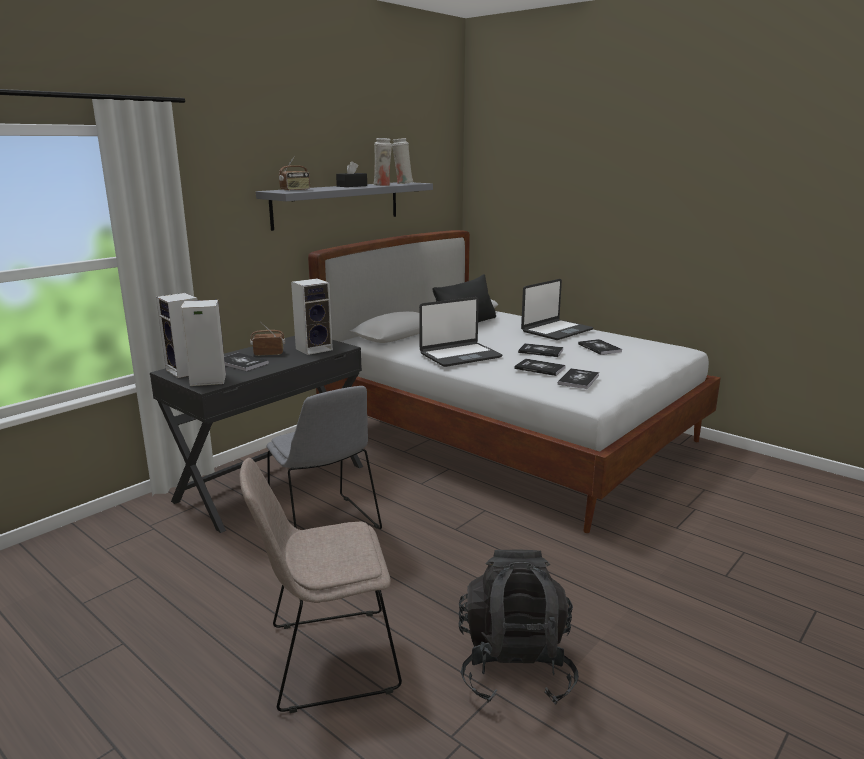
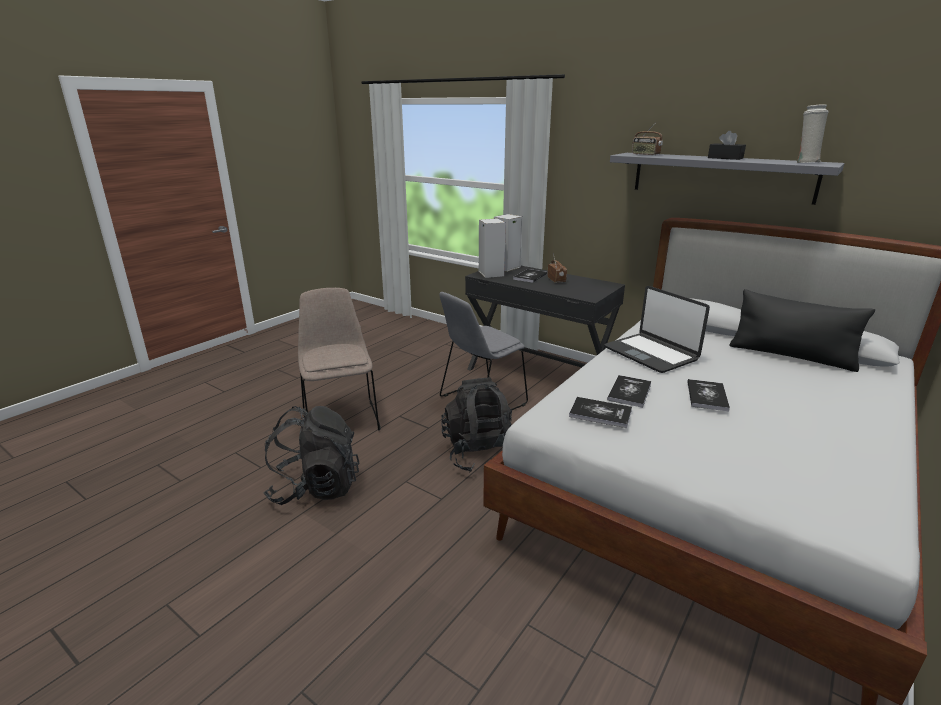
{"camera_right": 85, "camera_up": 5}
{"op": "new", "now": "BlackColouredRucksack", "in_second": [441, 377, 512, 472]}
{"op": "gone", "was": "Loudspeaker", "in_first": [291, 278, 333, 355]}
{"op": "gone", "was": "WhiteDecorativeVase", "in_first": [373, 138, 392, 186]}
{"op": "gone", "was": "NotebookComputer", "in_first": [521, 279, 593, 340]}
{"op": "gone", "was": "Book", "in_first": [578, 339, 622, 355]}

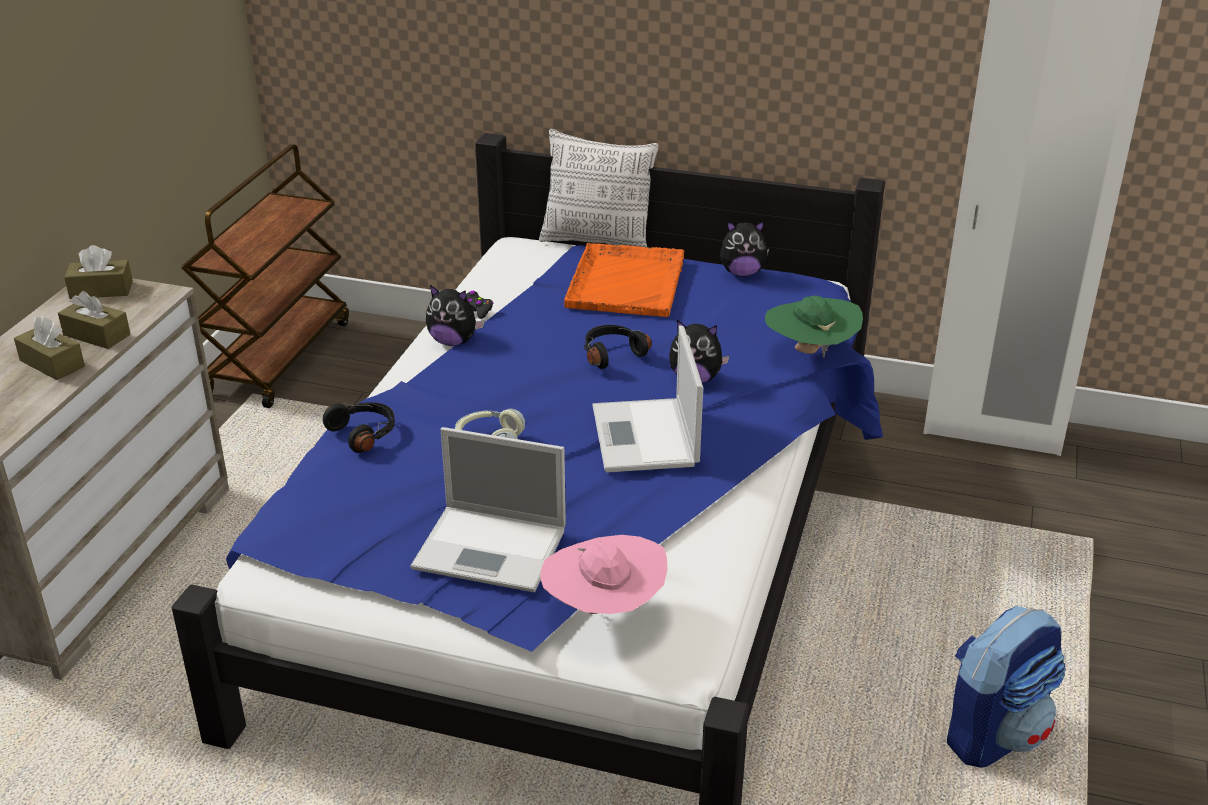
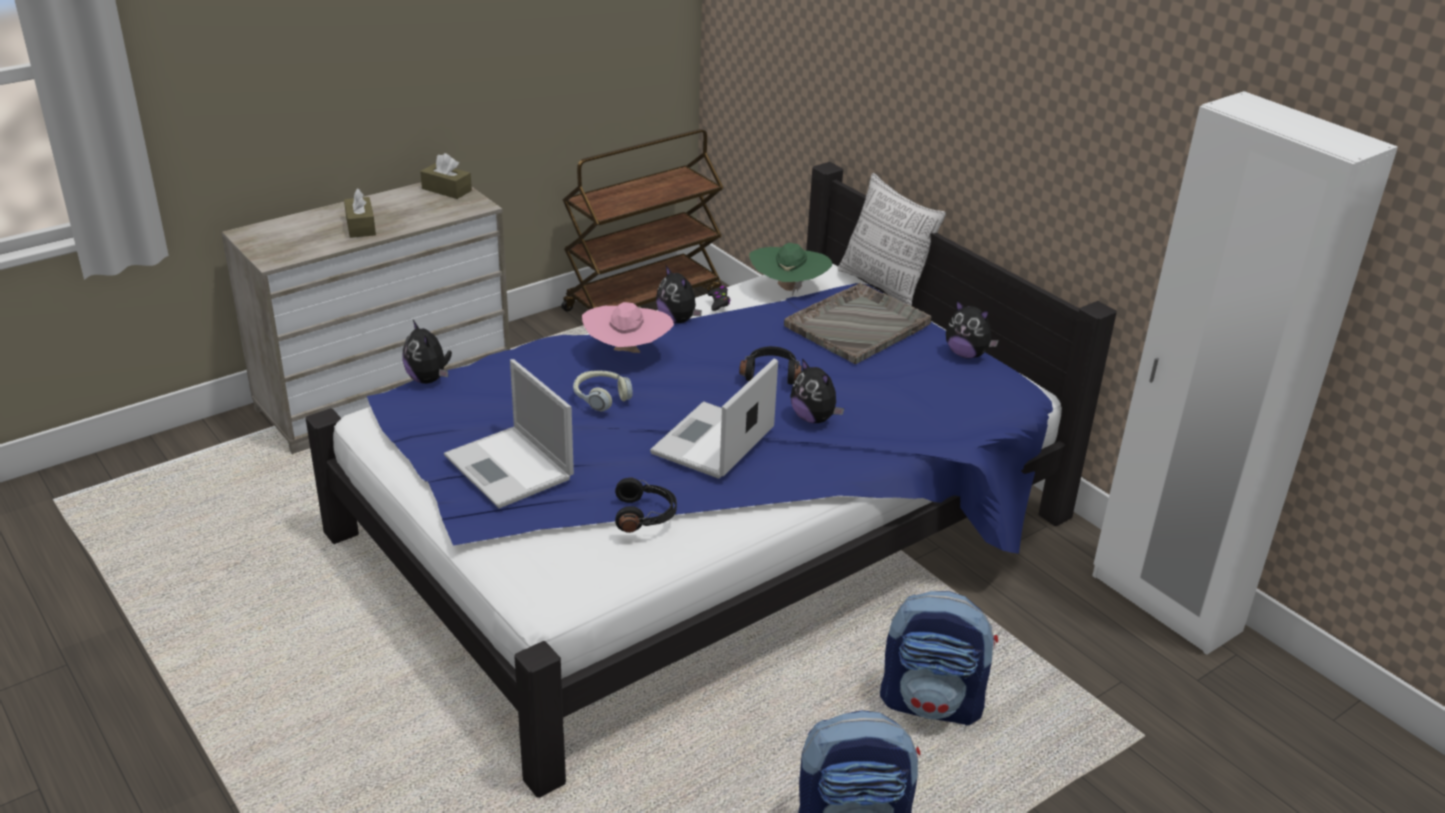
{"camera_right": 35, "camera_up": 0}
{"op": "new", "now": "PlushToy", "in_second": [402, 320, 452, 384]}
{"op": "shifted", "was": "PinkishHat", "in_first": [540, 535, 667, 614], "in_second": [582, 302, 674, 353]}
{"op": "shifted", "was": "BlackColouredHeadset", "in_first": [323, 402, 395, 453], "in_second": [615, 478, 677, 533]}
{"op": "shifted", "was": "GreenColouredHat", "in_first": [765, 295, 863, 358], "in_second": [749, 243, 832, 296]}
{"op": "repainted", "was": "OrangeColouredCarryingTray", "now": "GreyishCarryingTray", "in_first": [564, 243, 684, 317], "in_second": [784, 283, 931, 364]}
{"op": "new", "now": "Rucksack", "in_second": [880, 591, 998, 725]}
{"op": "gone", "was": "BrownColouredTissueBox", "in_first": [58, 291, 131, 349]}

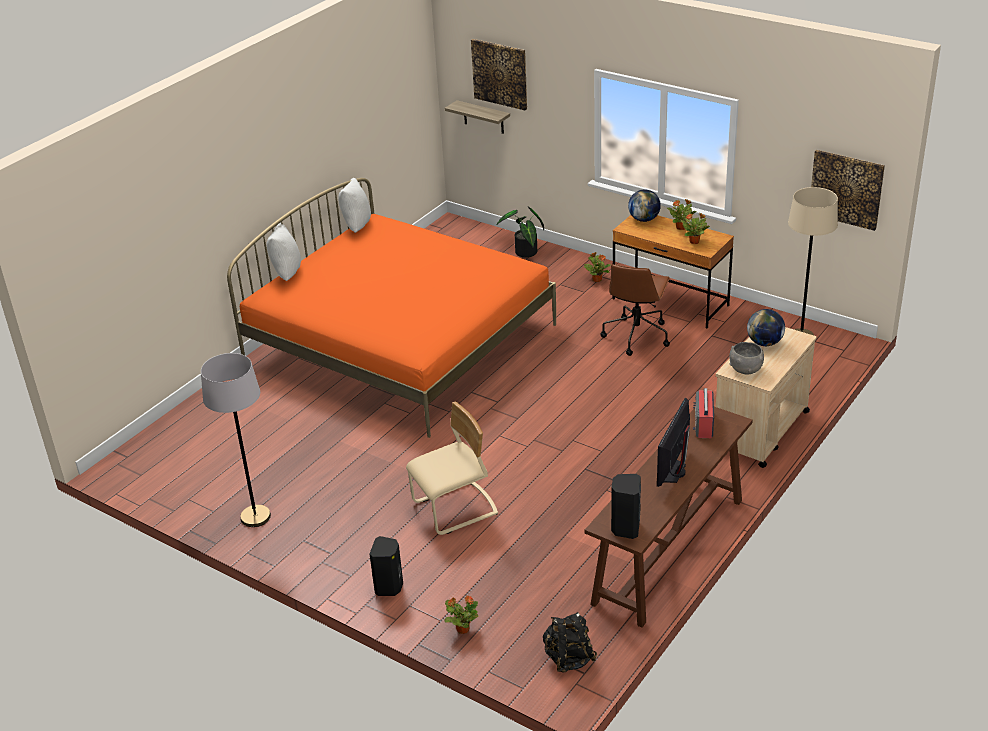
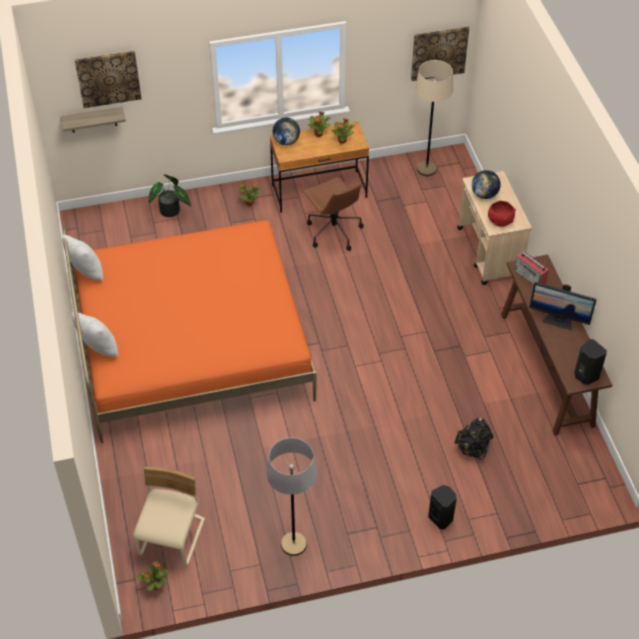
{"camera_right": -50, "camera_up": 15}
{"op": "shifted", "was": "BeigeColouredPlainChair", "in_first": [406, 401, 498, 535], "in_second": [133, 466, 205, 566]}
{"op": "shifted", "was": "PottedPlant", "in_first": [444, 595, 478, 634], "in_second": [137, 561, 169, 591]}
{"op": "shifted", "was": "BlackColouredRucksack", "in_first": [543, 612, 597, 672], "in_second": [455, 418, 494, 461]}
{"op": "repainted", "was": "GreyishBowl", "now": "ReddishBowl", "in_first": [729, 342, 764, 374], "in_second": [488, 200, 516, 227]}
{"op": "rotated", "was": "ComputerScreen", "in_first": [657, 398, 690, 487], "in_second": [529, 282, 596, 330], "clockwise": -45}

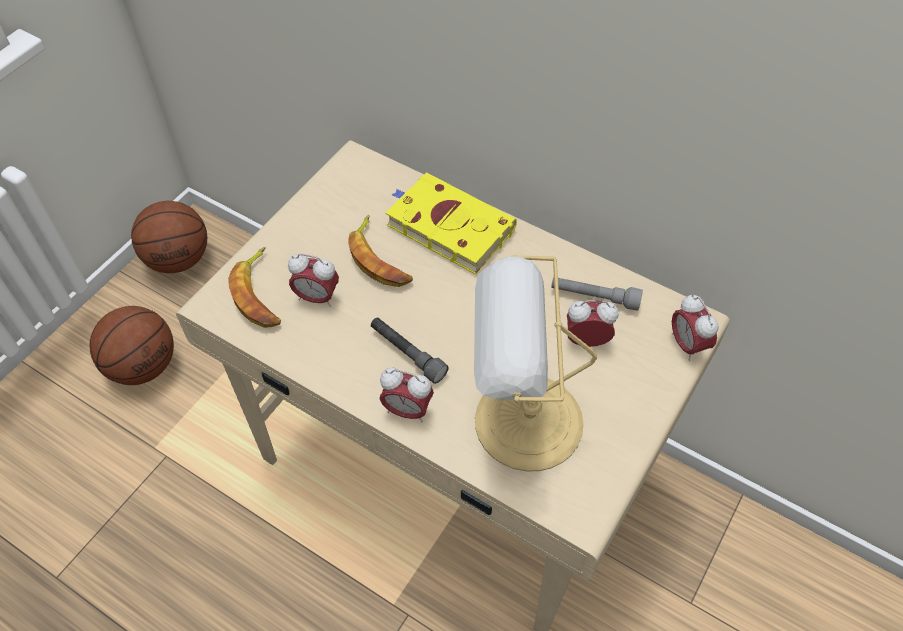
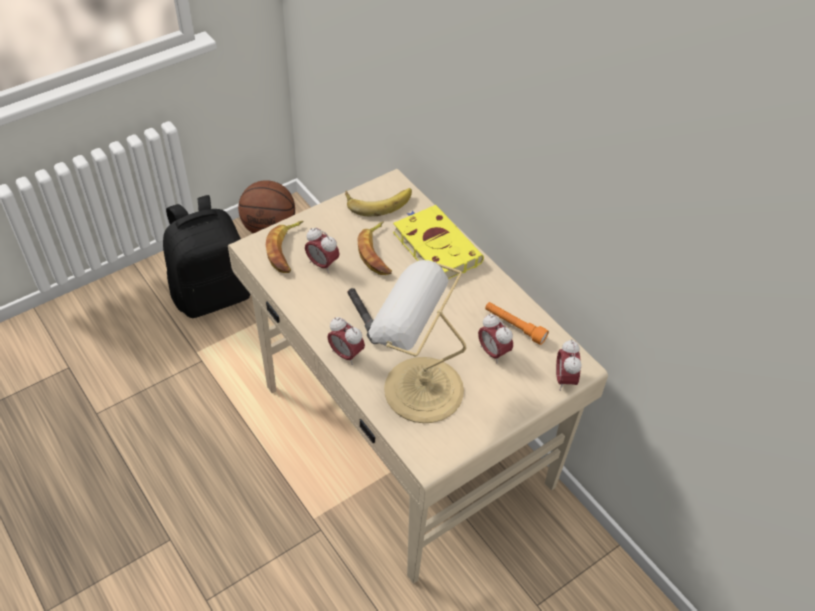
{"camera_right": 20, "camera_up": -5}
{"op": "swapped", "was": "Basketball", "now": "BlackColouredRucksack", "in_first": [90, 306, 174, 385], "in_second": [163, 195, 250, 318]}
{"op": "new", "now": "BananaFruit", "in_second": [345, 188, 412, 216]}
{"op": "rotated", "was": "TableClock", "in_first": [567, 300, 619, 347], "in_second": [478, 314, 513, 364], "clockwise": -150}
{"op": "repainted", "was": "GreyishFlashlight", "now": "OrangeColouredFlashlight", "in_first": [551, 277, 643, 311], "in_second": [485, 302, 549, 345]}

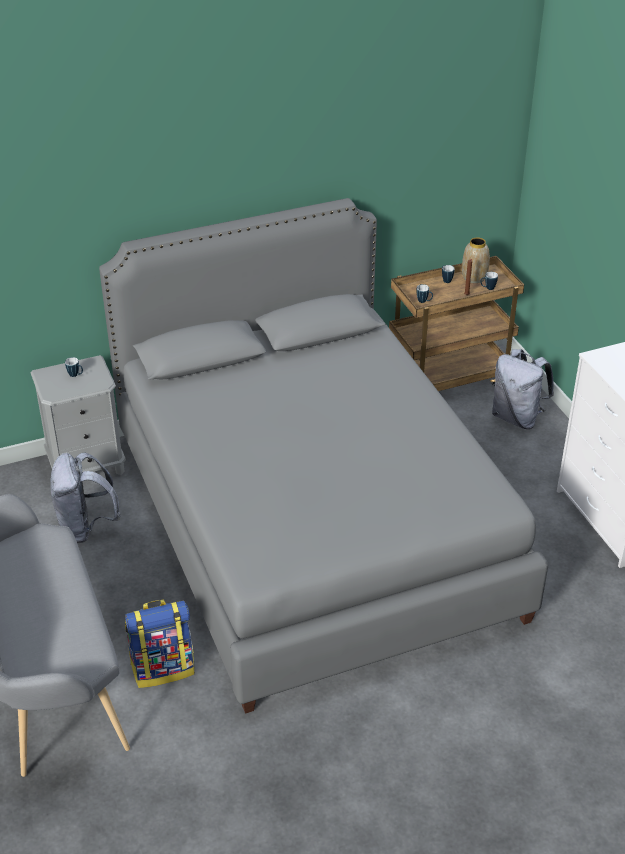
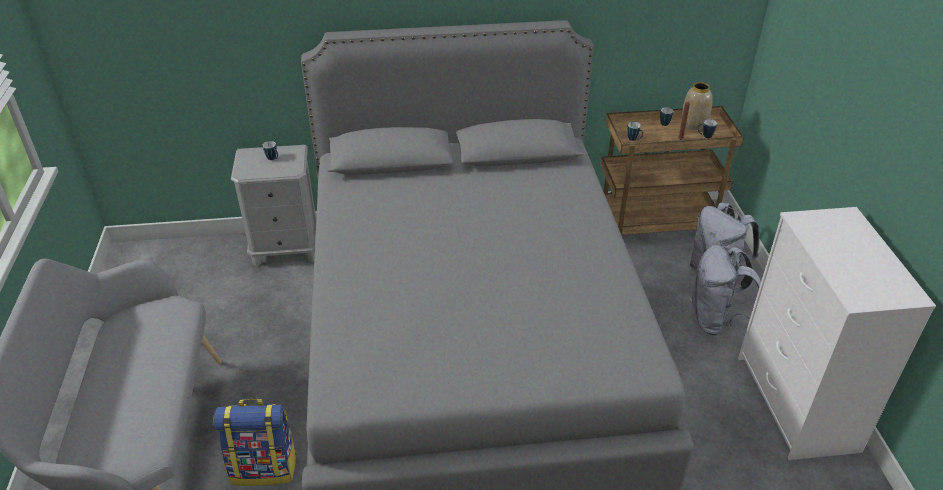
{"camera_right": 15, "camera_up": 0}
{"op": "shifted", "was": "GreyishRucksack", "in_first": [50, 453, 121, 543], "in_second": [690, 244, 761, 335]}

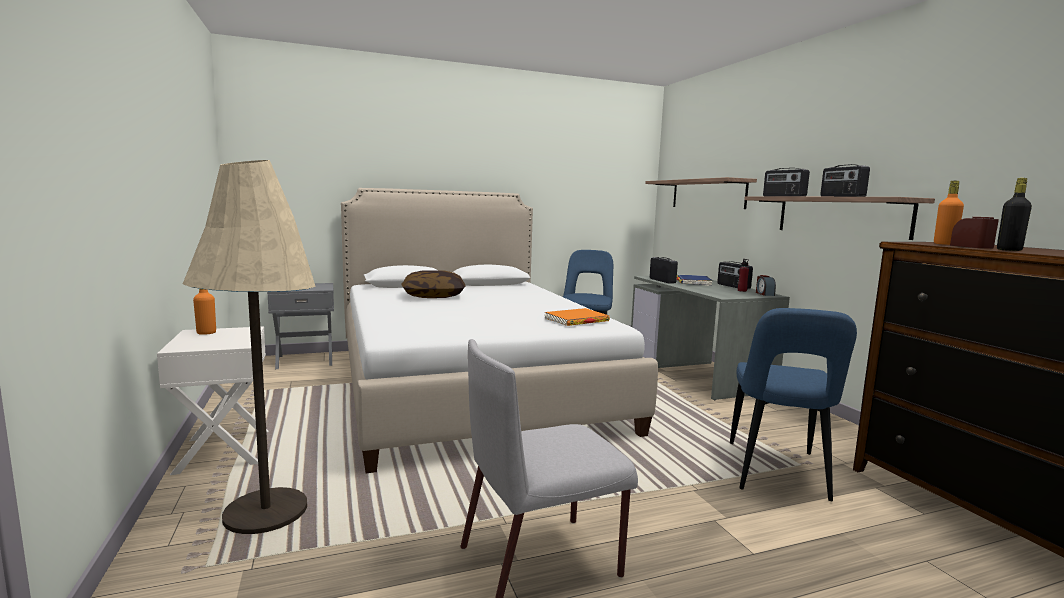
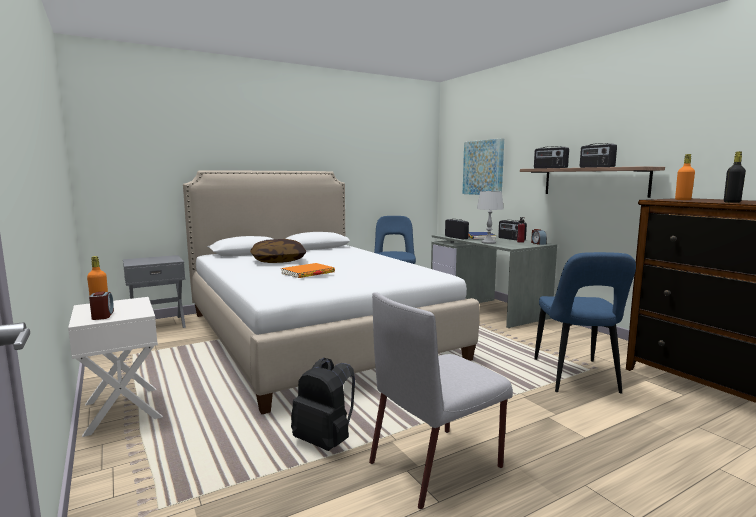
{"camera_right": -10, "camera_up": 0}
{"op": "shifted", "was": "TableClock", "in_first": [950, 217, 999, 249], "in_second": [89, 291, 114, 320]}
{"op": "shifted", "was": "OrangeColouredBook", "in_first": [545, 308, 610, 326], "in_second": [281, 263, 335, 278]}
{"op": "new", "now": "BlackColouredRucksack", "in_second": [291, 358, 355, 451]}
{"op": "swapped", "was": "BracketShelf", "now": "Picture", "in_first": [645, 177, 757, 209], "in_second": [463, 138, 504, 195]}
{"op": "new", "now": "GreyishTabletopLamp", "in_second": [477, 191, 504, 244]}
{"op": "gone", "was": "BeigeColouredStandardLamp", "in_first": [183, 160, 316, 534]}

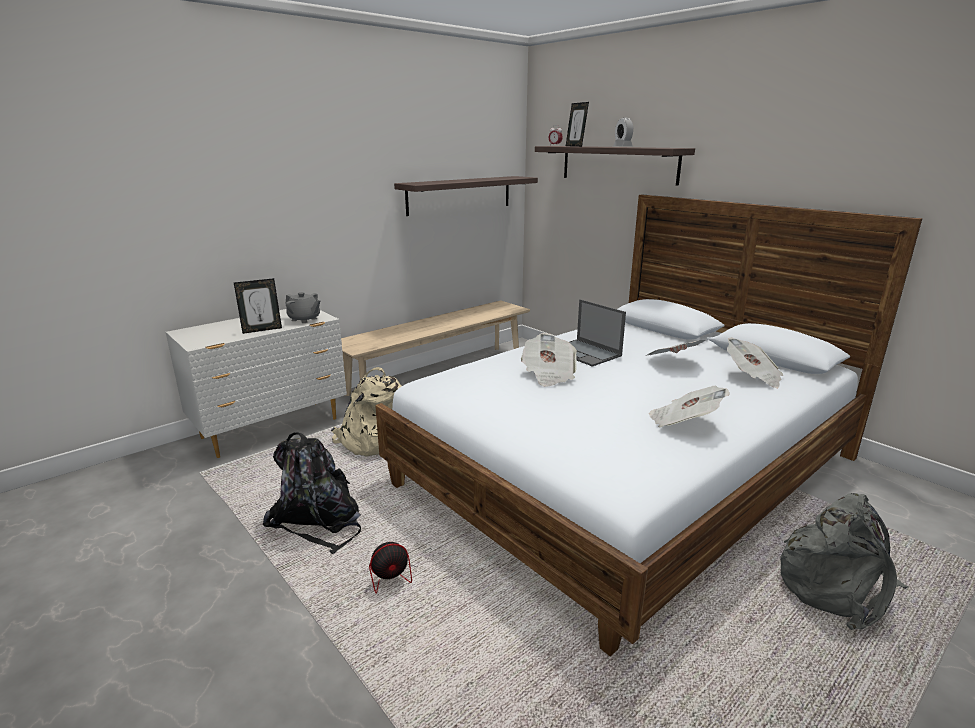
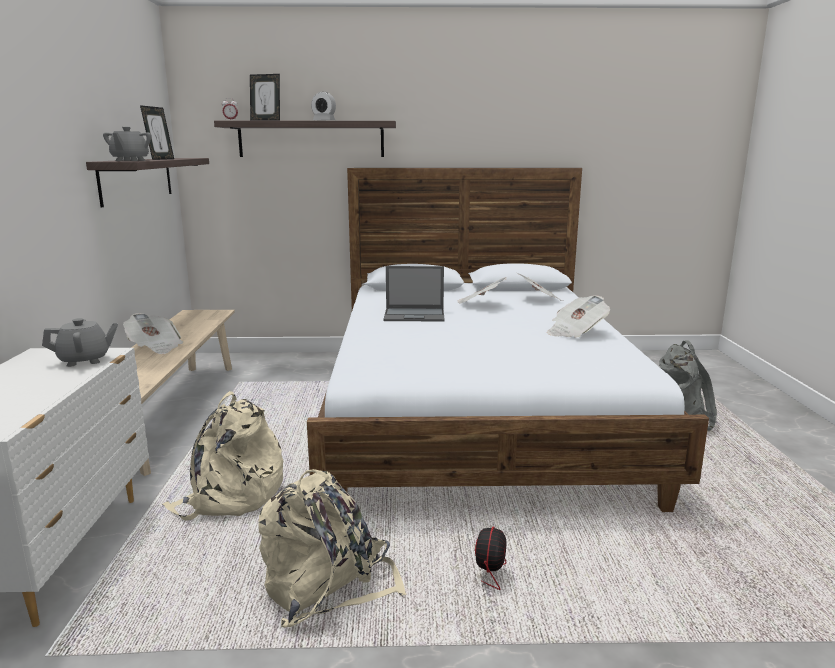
{"camera_right": -50, "camera_up": -5}
{"op": "new", "now": "GreyishTeaPot", "in_second": [103, 127, 152, 161]}
{"op": "shifted", "was": "DailyPaper", "in_first": [521, 333, 577, 387], "in_second": [123, 313, 183, 354]}
{"op": "shifted", "was": "PhotoFrame", "in_first": [234, 278, 282, 334], "in_second": [140, 105, 174, 160]}
{"op": "repainted", "was": "BlackColouredRucksack", "now": "BeigeColouredRucksack", "in_first": [263, 432, 361, 554], "in_second": [258, 469, 407, 628]}

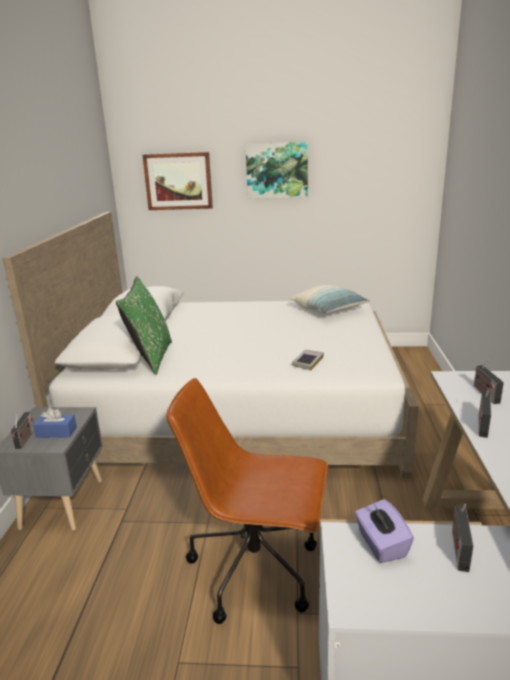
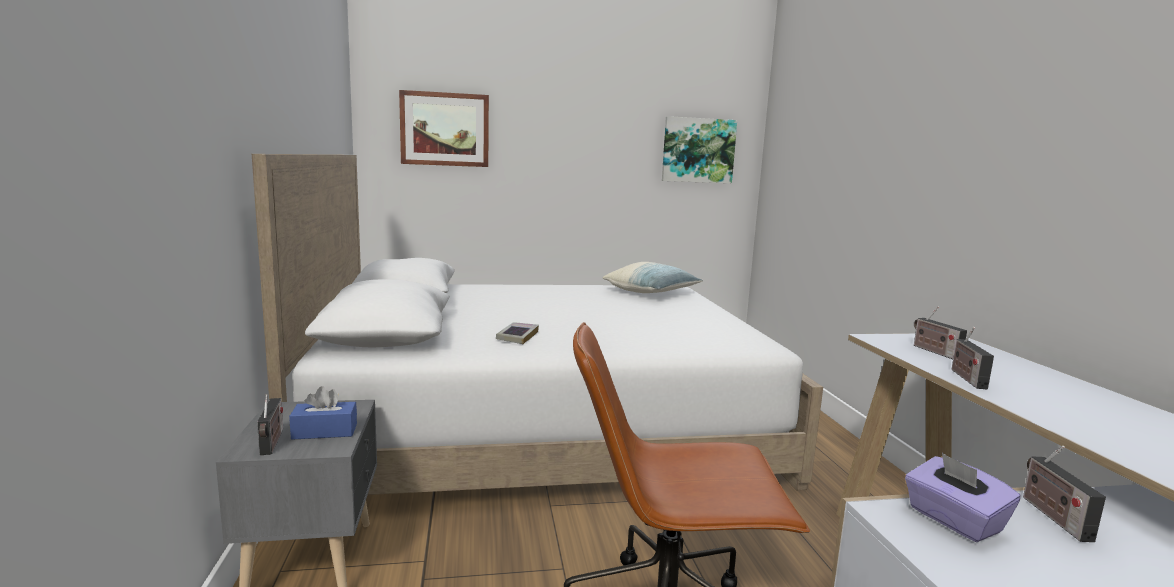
{"camera_right": -15, "camera_up": -10}
{"op": "shifted", "was": "Book", "in_first": [292, 350, 324, 370], "in_second": [496, 322, 539, 344]}
{"op": "shifted", "was": "Picture", "in_first": [246, 142, 308, 199], "in_second": [662, 116, 737, 183]}
{"op": "gone", "was": "GreenColouredPillow", "in_first": [116, 276, 172, 375]}

